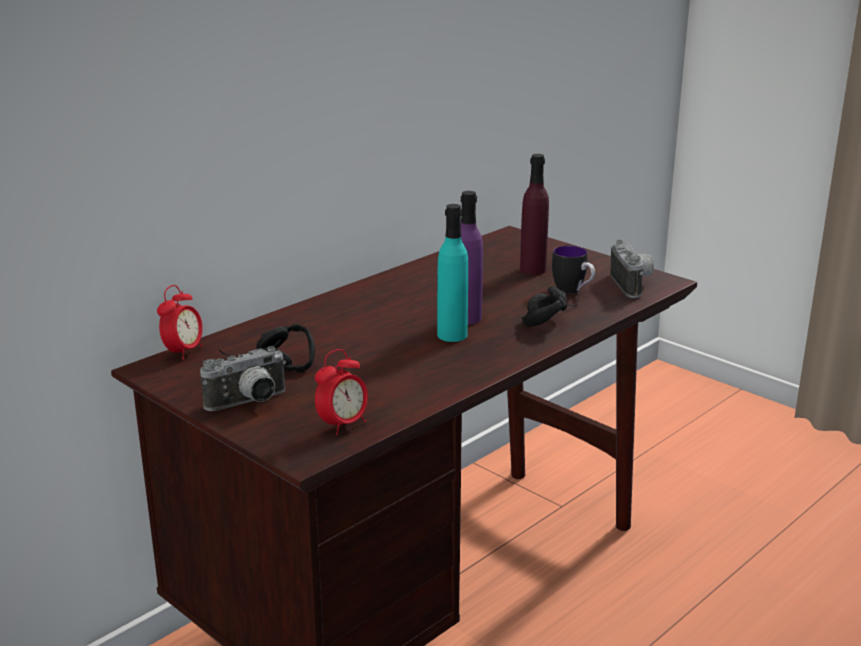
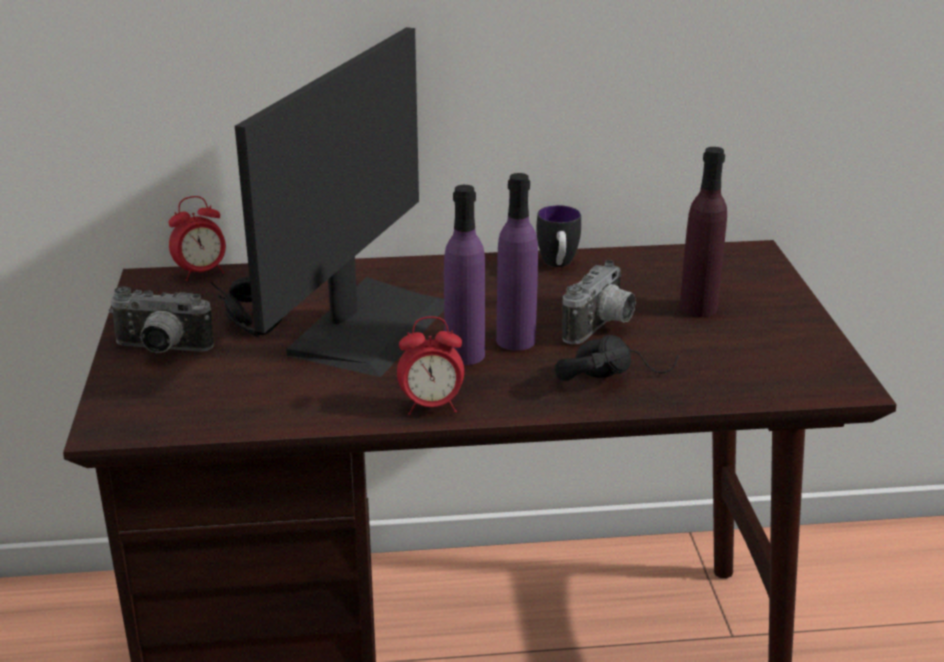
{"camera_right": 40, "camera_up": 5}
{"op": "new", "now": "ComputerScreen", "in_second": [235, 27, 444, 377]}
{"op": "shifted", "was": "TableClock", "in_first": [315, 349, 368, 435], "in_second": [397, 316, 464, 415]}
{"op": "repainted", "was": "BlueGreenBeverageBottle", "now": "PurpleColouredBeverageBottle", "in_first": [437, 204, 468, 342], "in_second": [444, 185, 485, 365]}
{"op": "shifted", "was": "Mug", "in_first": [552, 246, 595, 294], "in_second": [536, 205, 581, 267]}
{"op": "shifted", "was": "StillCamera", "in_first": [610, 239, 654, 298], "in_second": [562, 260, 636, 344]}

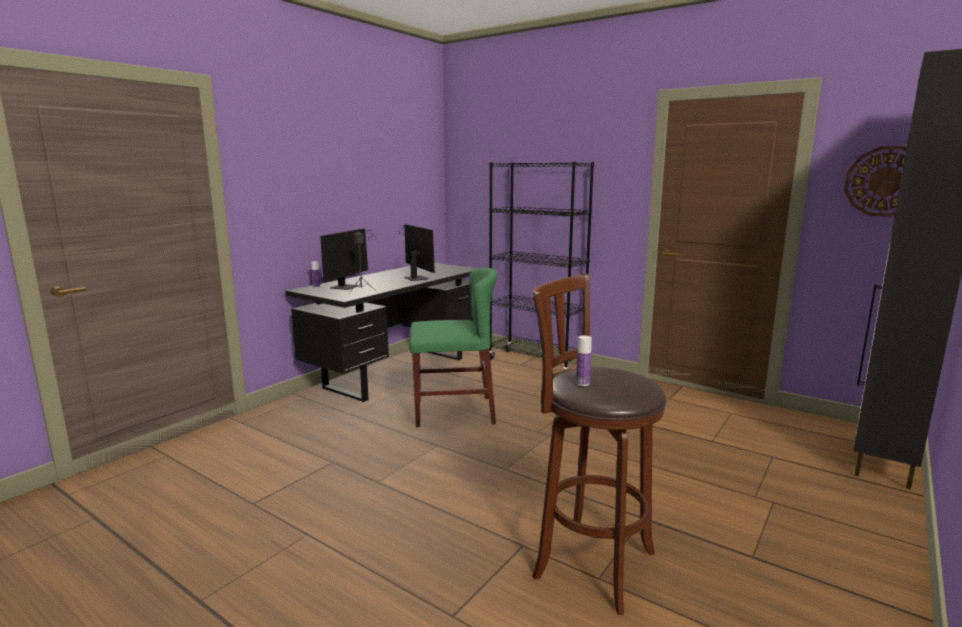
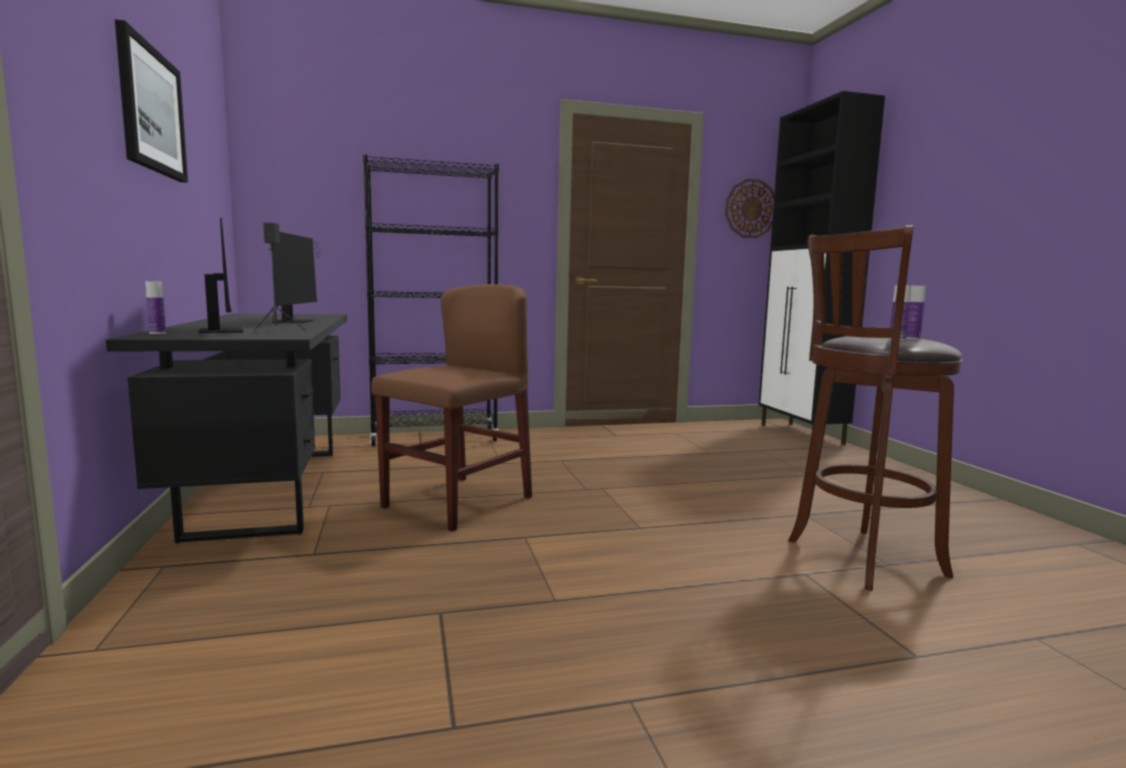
{"camera_right": -50, "camera_up": -5}
{"op": "new", "now": "Picture", "in_second": [115, 19, 188, 183]}
{"op": "rotated", "was": "ComputerScreen", "in_first": [400, 224, 435, 281], "in_second": [272, 232, 323, 323], "clockwise": 75}
{"op": "repainted", "was": "GreenColouredPlainChair", "now": "BrownColouredPlainChair", "in_first": [409, 268, 498, 427], "in_second": [371, 284, 532, 532]}
{"op": "new", "now": "BeverageBottle", "in_second": [906, 286, 926, 340]}

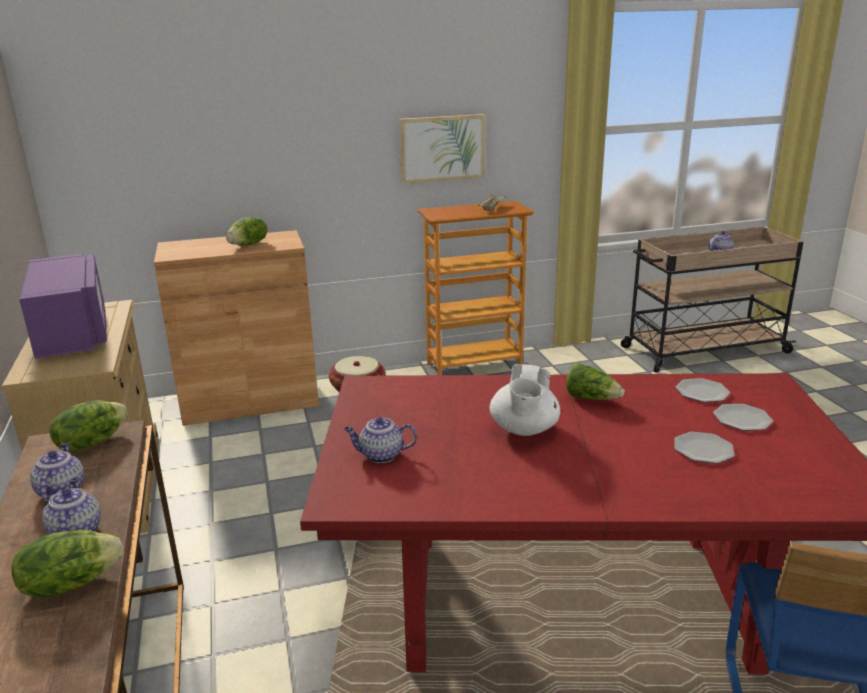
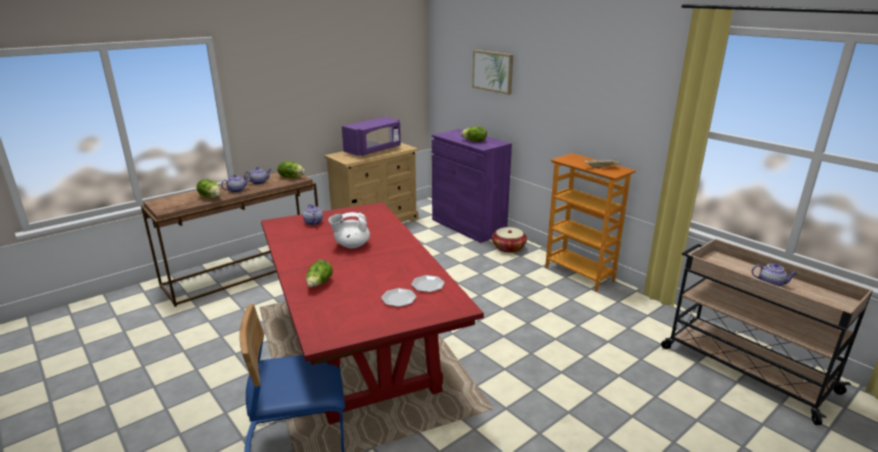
{"camera_right": 65, "camera_up": 0}
{"op": "shifted", "was": "HeadOfLettuce", "in_first": [566, 364, 625, 400], "in_second": [306, 260, 333, 287]}
{"op": "repainted", "was": "BrownColouredCupboard", "now": "PurpleColouredCupboard", "in_first": [154, 230, 319, 426], "in_second": [432, 129, 512, 243]}
{"op": "shifted", "was": "Picture", "in_first": [399, 114, 485, 184], "in_second": [472, 50, 513, 95]}
{"op": "gone", "was": "DinnerPlate", "in_first": [674, 431, 735, 464]}

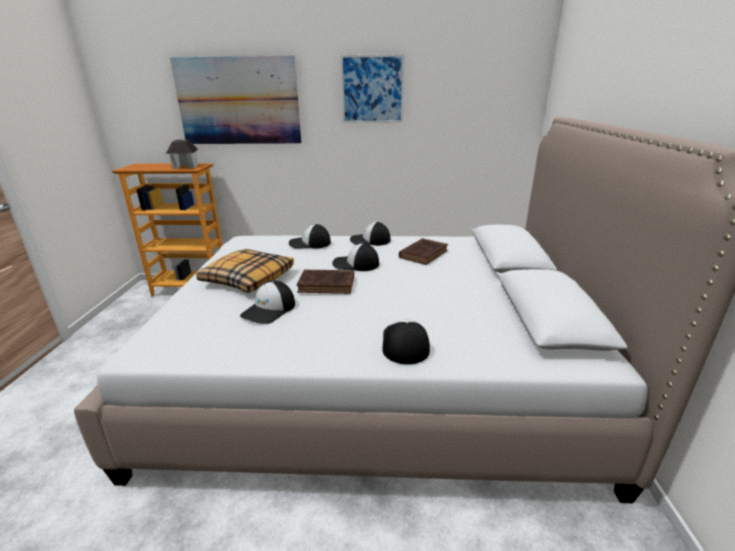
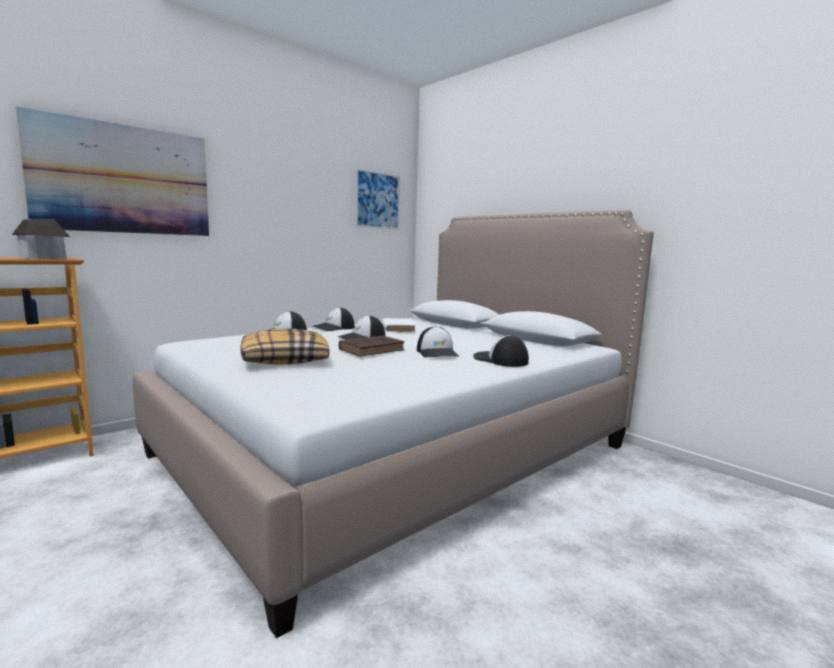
{"camera_right": -45, "camera_up": -15}
{"op": "shifted", "was": "Picture", "in_first": [341, 54, 404, 123], "in_second": [355, 168, 400, 230]}
{"op": "repainted", "was": "BrownColouredBook", "now": "WhiteBook", "in_first": [399, 238, 448, 265], "in_second": [382, 318, 416, 332]}
{"op": "shifted", "was": "PeakedCap", "in_first": [240, 280, 295, 324], "in_second": [417, 326, 459, 358]}

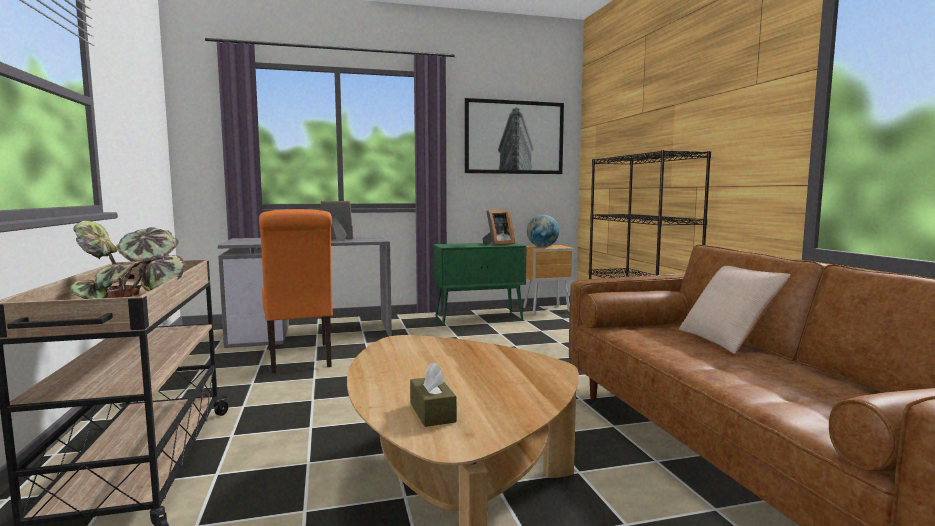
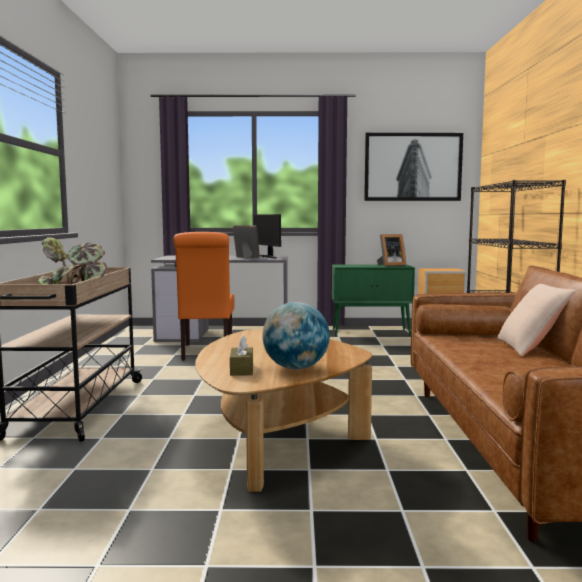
{"camera_right": 15, "camera_up": 0}
{"op": "new", "now": "ComputerScreen", "in_second": [254, 214, 281, 259]}
{"op": "shifted", "was": "WorldGlobe", "in_first": [527, 215, 559, 247], "in_second": [262, 302, 330, 370]}

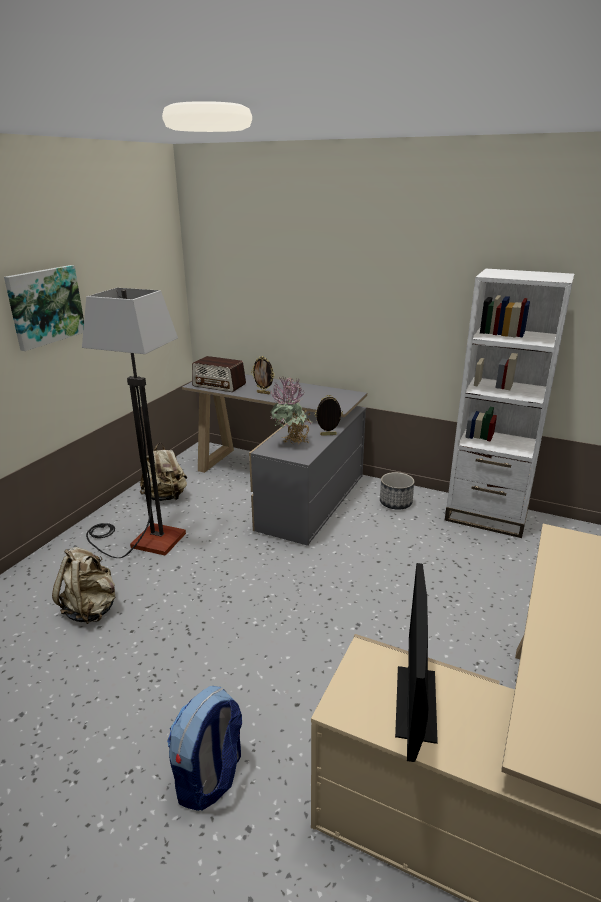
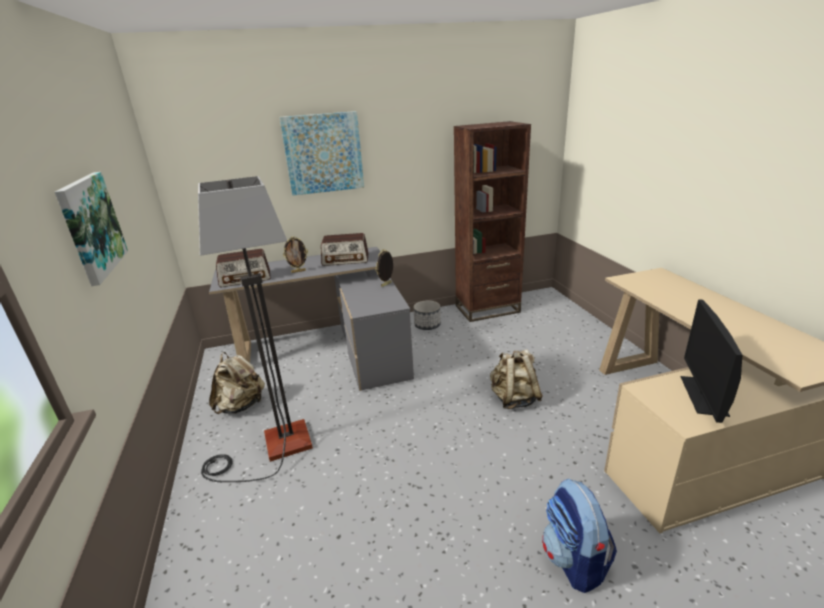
{"camera_right": -40, "camera_up": 0}
{"op": "new", "now": "Picture", "in_second": [279, 111, 364, 196]}
{"op": "new", "now": "RadioSet", "in_second": [321, 233, 369, 266]}
{"op": "repainted", "was": "WhiteBookcase", "now": "BrownColouredBookcase", "in_first": [445, 268, 574, 538], "in_second": [454, 121, 531, 322]}
{"op": "shifted", "was": "BeigeColouredRucksack", "in_first": [52, 547, 115, 624], "in_second": [490, 349, 543, 409]}
{"op": "rotated", "was": "ComputerScreen", "in_first": [395, 563, 438, 762], "in_second": [681, 299, 742, 423], "clockwise": 45}
{"op": "gone", "was": "PottedPlant", "in_first": [270, 377, 312, 443]}

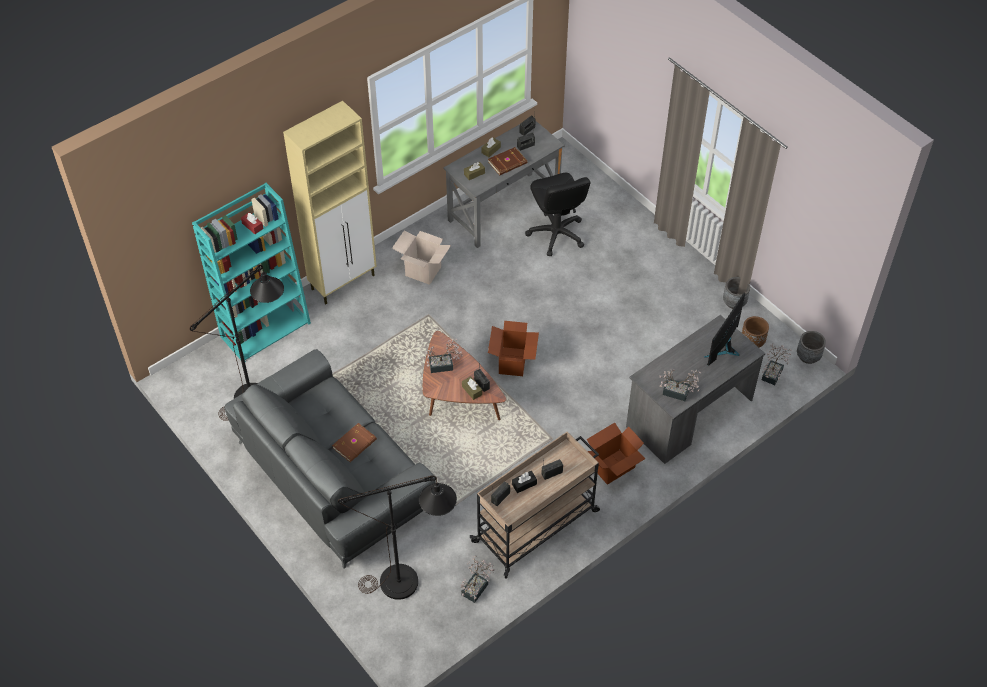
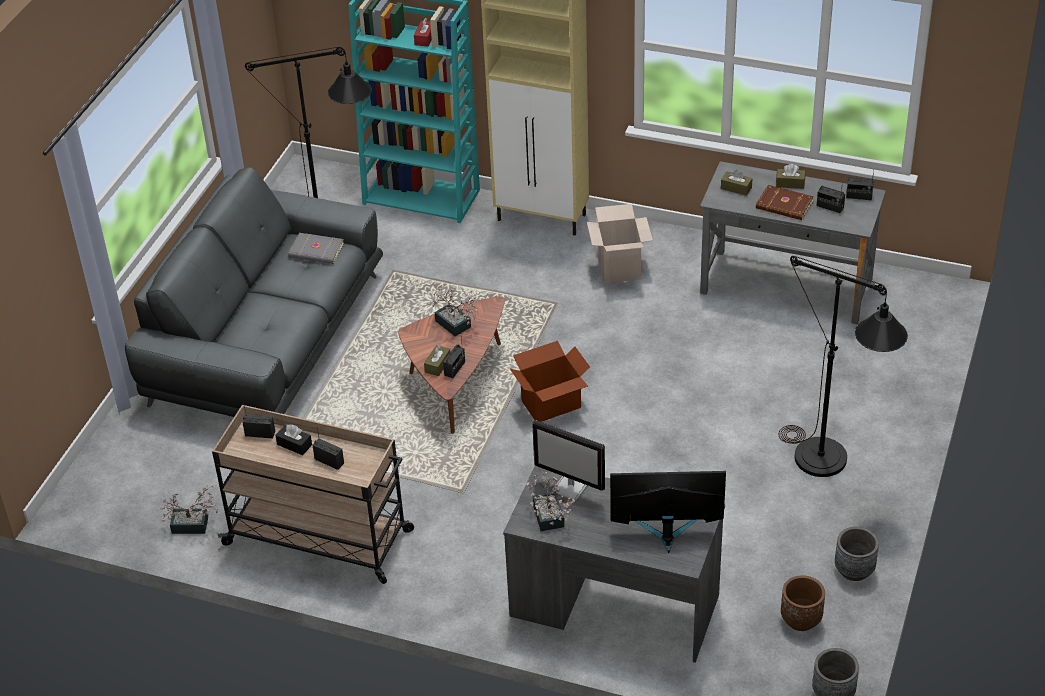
{"camera_right": 60, "camera_up": -10}
{"op": "new", "now": "GreyishBook", "in_second": [288, 233, 344, 264]}
{"op": "new", "now": "ComputerScreen", "in_second": [532, 420, 605, 501]}
{"op": "shifted", "was": "BlackColouredStandardLamp", "in_first": [338, 475, 457, 600], "in_second": [779, 256, 908, 477]}
{"op": "gone", "was": "BrownColouredBook", "in_first": [332, 423, 377, 462]}
{"op": "gone", "was": "BlackColouredComputerChair", "in_first": [525, 173, 590, 256]}
{"op": "gone", "was": "CardboardBox", "in_first": [586, 423, 646, 485]}
{"op": "gone", "was": "PottedPlant", "in_first": [762, 343, 792, 385]}

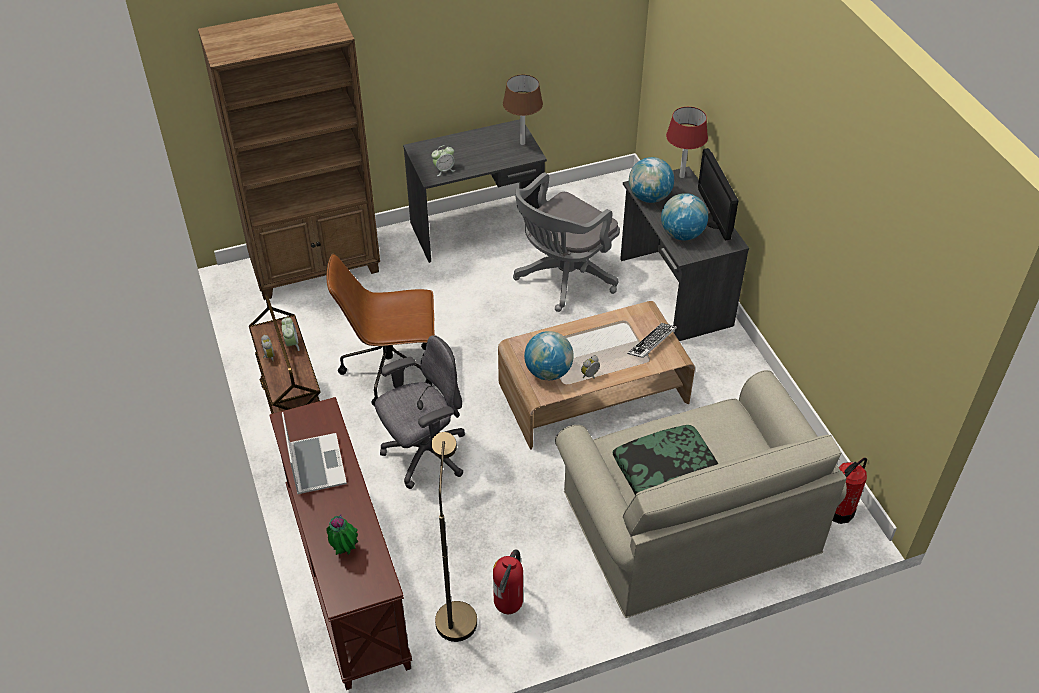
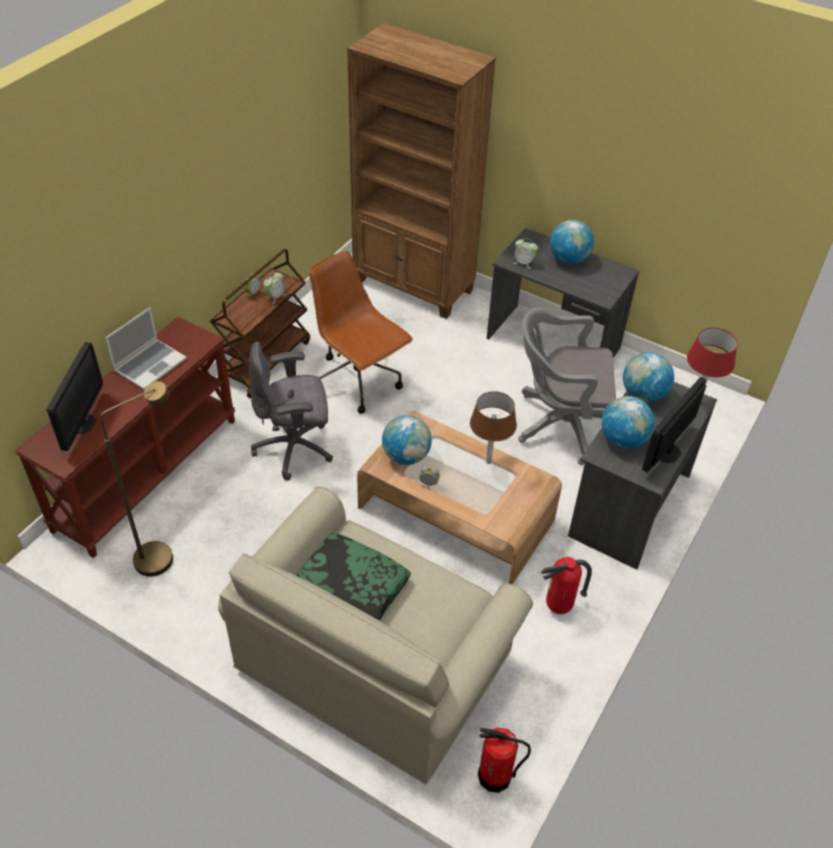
{"camera_right": 50, "camera_up": 0}
{"op": "swapped", "was": "PottedPlant", "now": "ComputerScreen", "in_first": [326, 514, 358, 555], "in_second": [46, 342, 103, 451]}
{"op": "rotated", "was": "GreyishComputerChair", "in_first": [375, 335, 465, 489], "in_second": [249, 342, 333, 481], "clockwise": 150}
{"op": "shifted", "was": "BrownColouredTabletopLamp", "in_first": [503, 75, 543, 145], "in_second": [470, 391, 517, 464]}
{"op": "shifted", "was": "Extinguisher", "in_first": [493, 549, 523, 614], "in_second": [541, 557, 592, 614]}
{"op": "new", "now": "WorldGlobe", "in_second": [550, 220, 594, 264]}
{"op": "gone", "was": "ComputerKeyboard", "in_first": [628, 323, 677, 358]}

